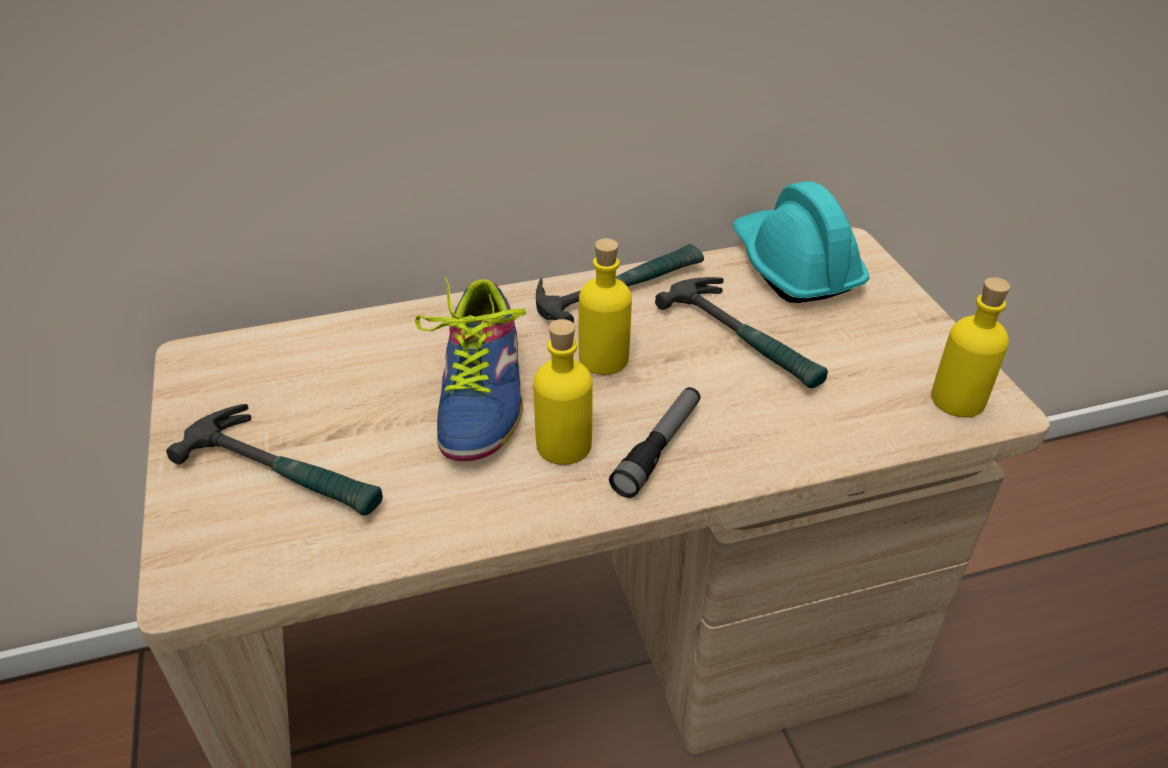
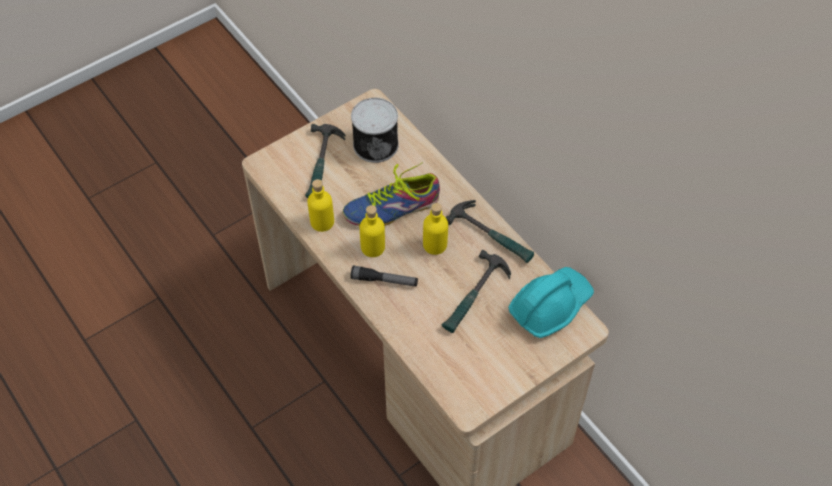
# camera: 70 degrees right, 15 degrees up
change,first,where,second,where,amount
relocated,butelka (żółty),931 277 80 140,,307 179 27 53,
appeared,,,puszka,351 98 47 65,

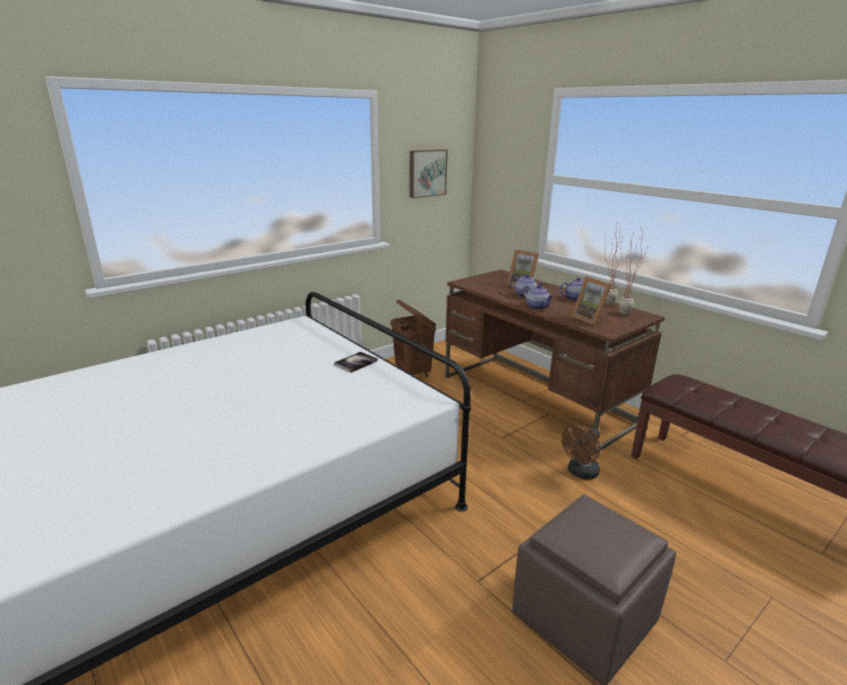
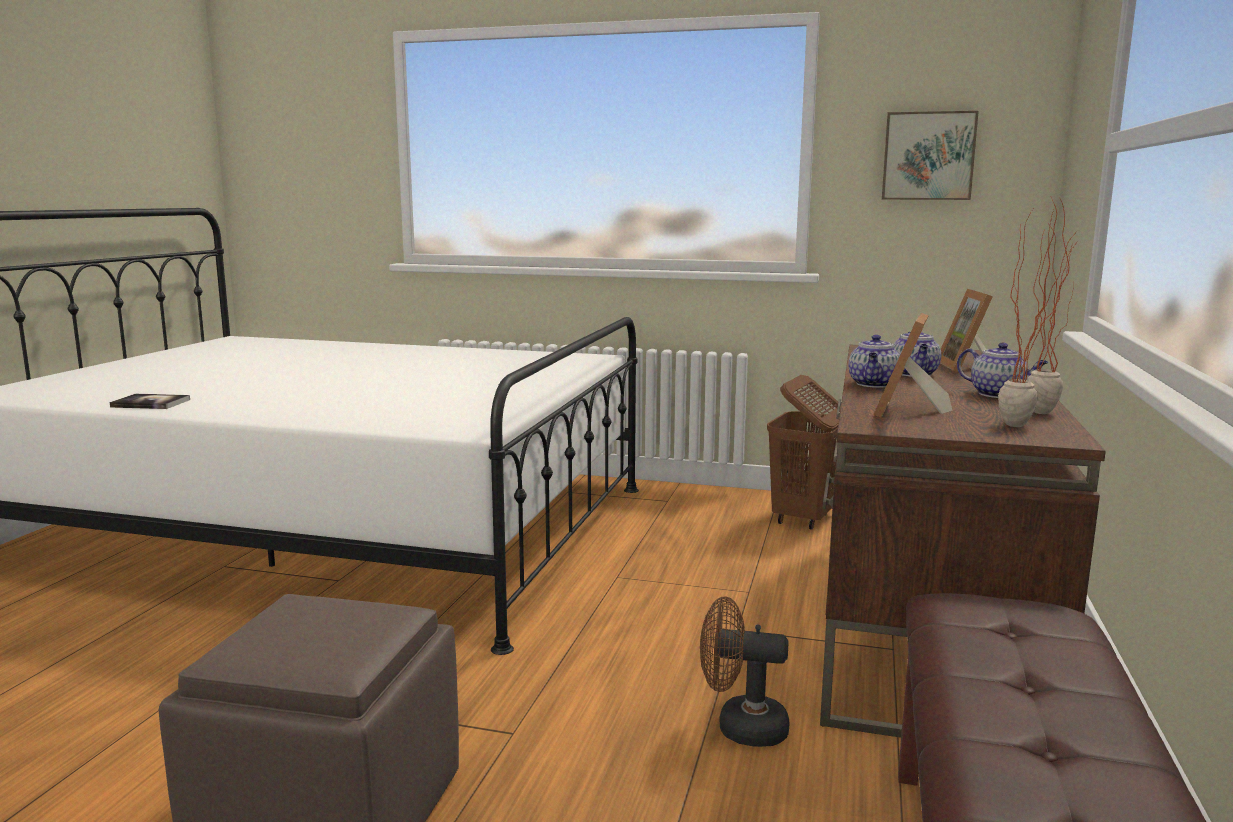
# camera: 55 degrees right, 10 degrees down
change,first,where,second,where,amount
relocated,książka,334 352 44 21,,110 394 80 15,

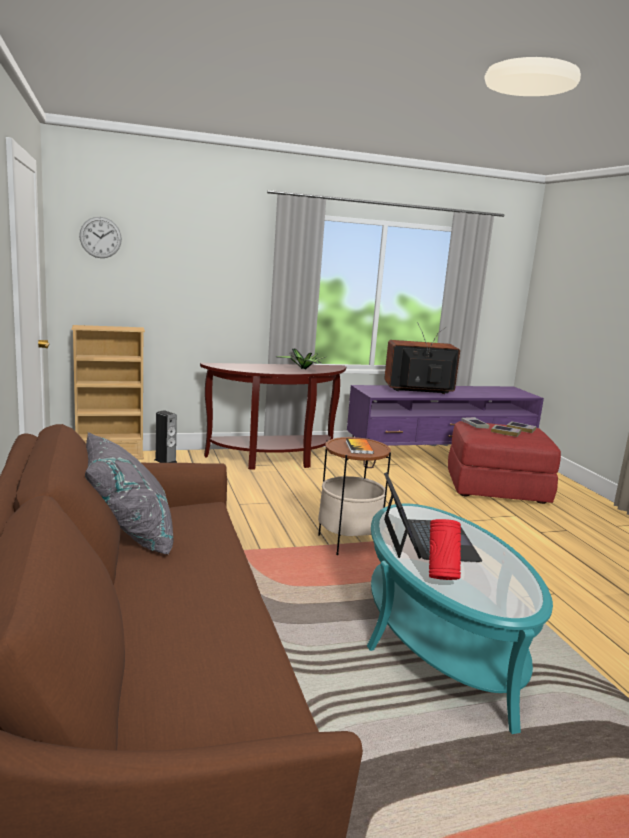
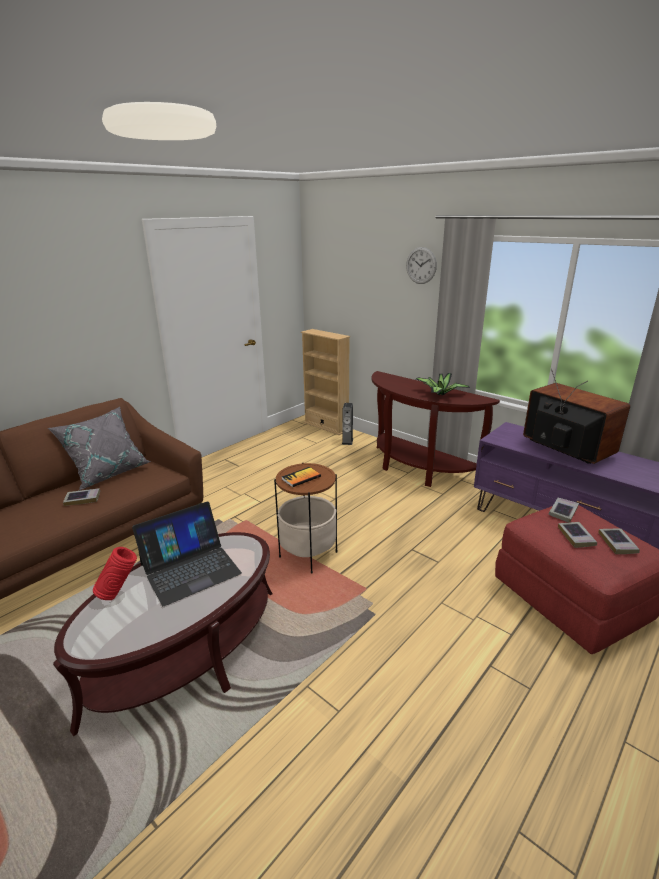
# camera: 60 degrees right, 10 degrees up
change,first,where,second,where,amount
relocated,zegar ścienny,79 217 43 41,,406 247 31 37,
colour,ława (turkusowy),367 503 186 231,ława (brązowy),53 532 220 204,
appeared,,,książka,63 488 37 18,

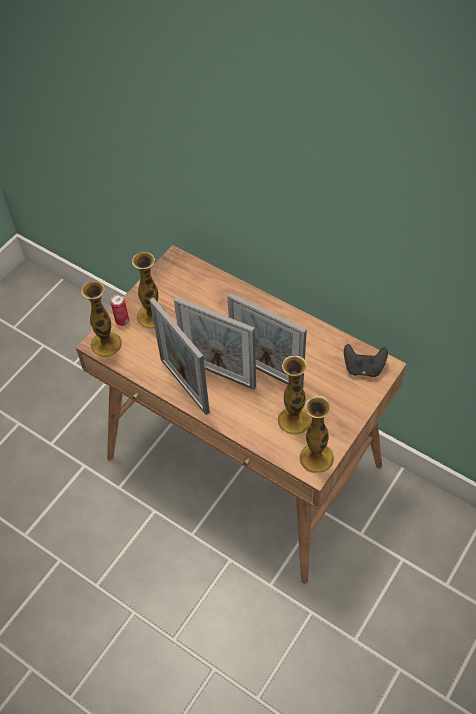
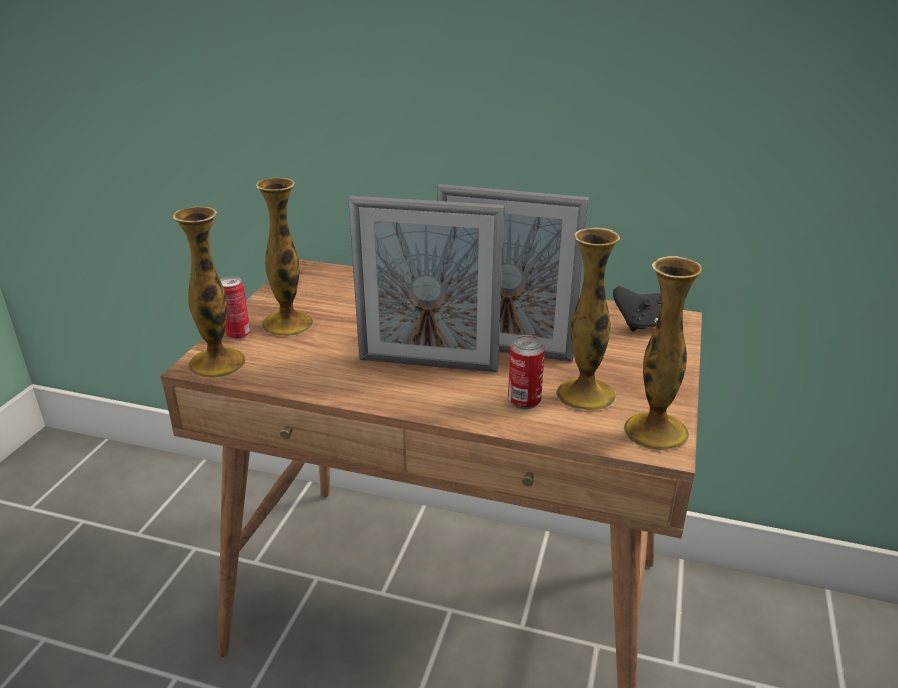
# camera: 20 degrees left, 25 degrees down
change,first,where,second,where,amount
missing,ramka na zdjęcie,150 298 60 117,,,
appeared,,,puszka,508 335 37 74,

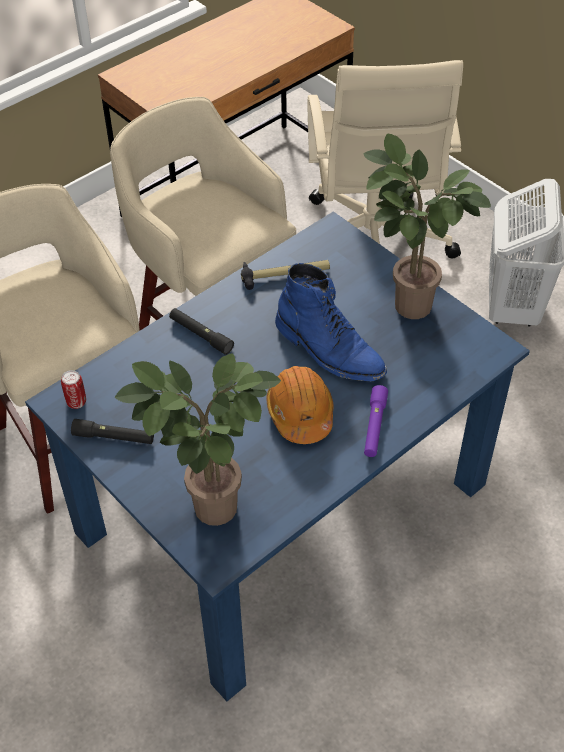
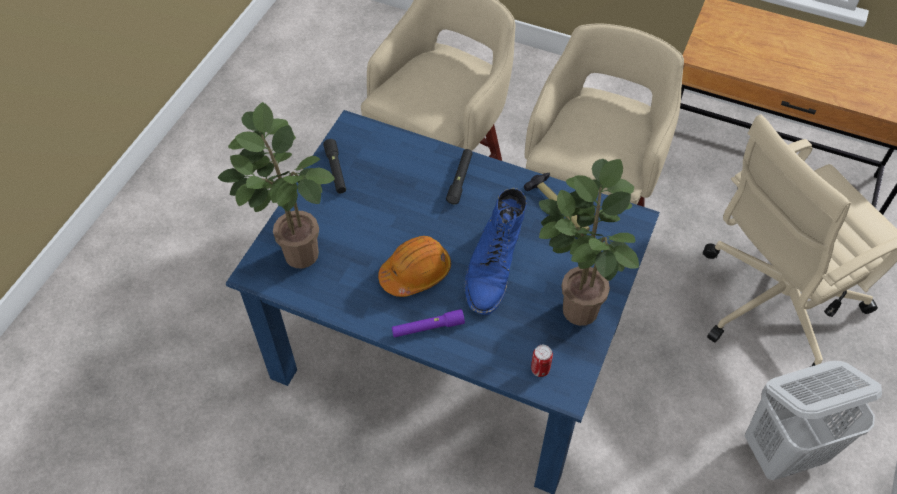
# camera: 65 degrees right, 5 degrees up
change,first,where,second,where,amount
relocated,puszka,61 370 25 39,,531 345 22 32,

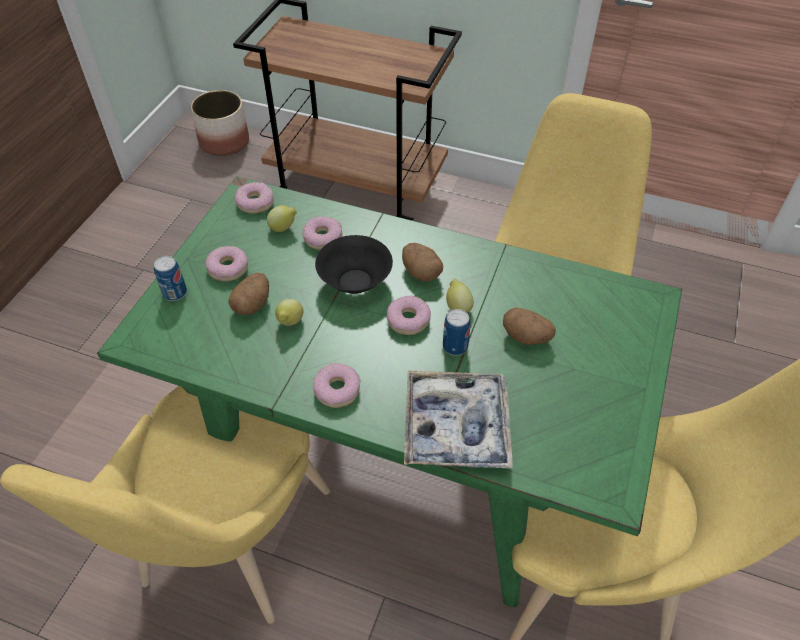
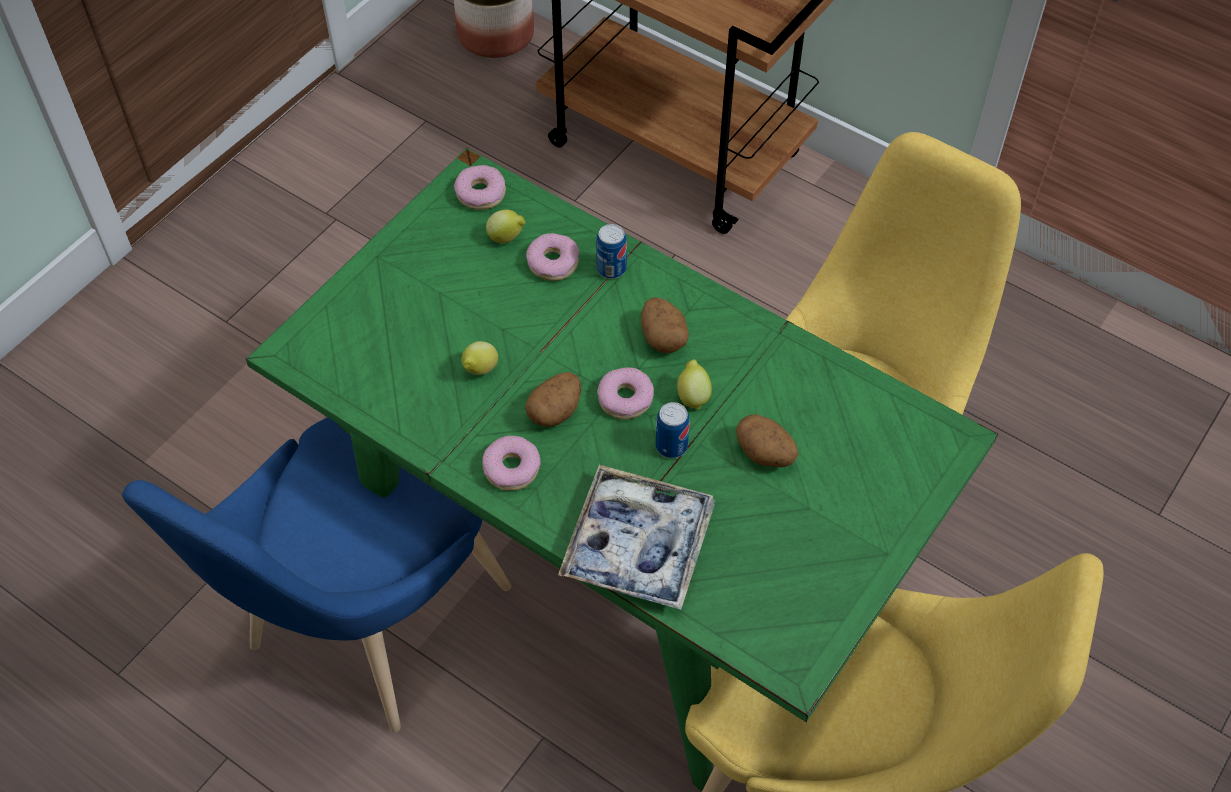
# camera: 15 degrees right, 5 degrees up
change,first,where,second,where,amount
colour,krzesło (żółty),0 386 330 238,krzesło (niebieski),122 417 389 315,
relocated,puszka,154 256 33 45,,596 224 31 55,
missing,donut,205 246 43 35,,,
relocated,ziemniak,228 272 41 43,,525 372 56 55,
missing,miska (czarny),315 235 78 59,,,

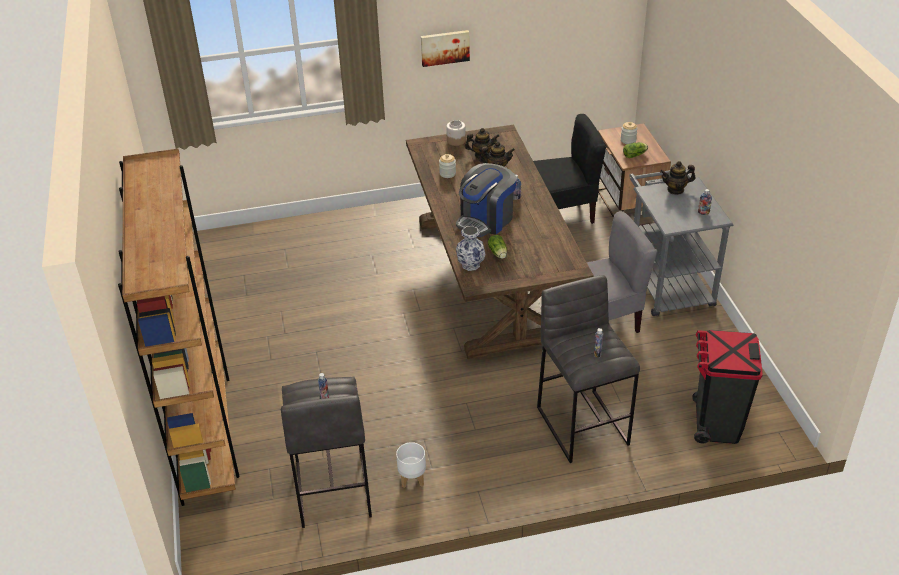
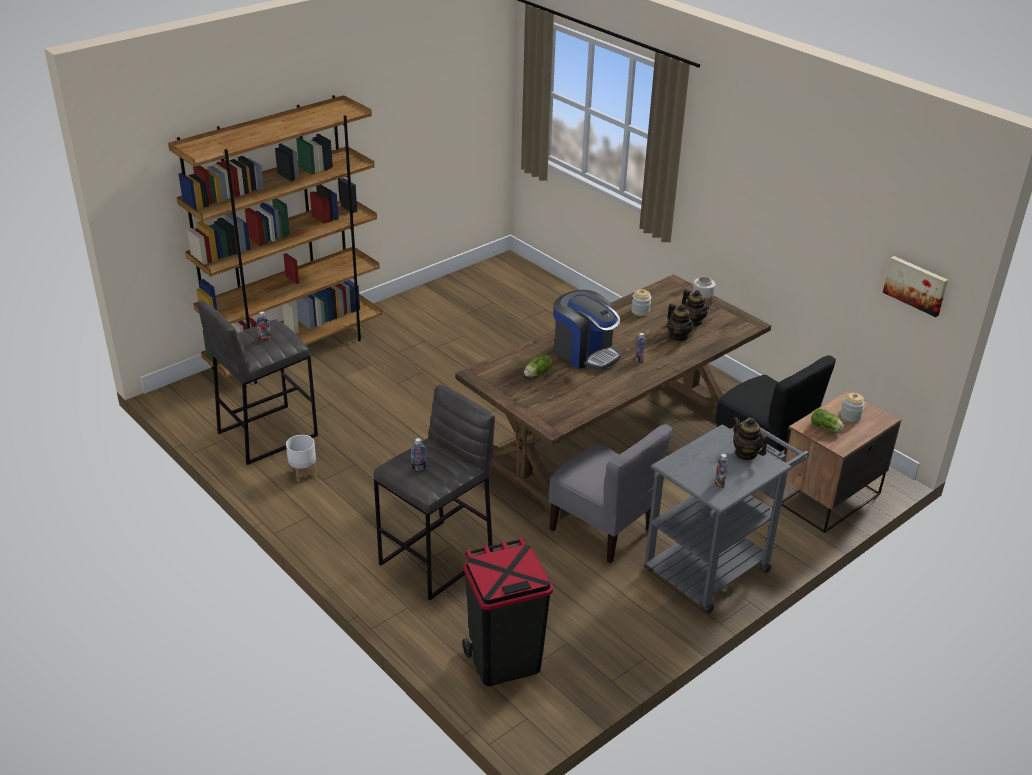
# camera: 60 degrees right, 5 degrees down
change,first,where,second,where,amount
relocated,obraz,421 30 49 37,,883 256 65 61,
spun,ekspres do kawy,456 163 61 74,,553 290 68 80,150 degrees counterclockwise
missing,wazon,456 226 29 45,,,

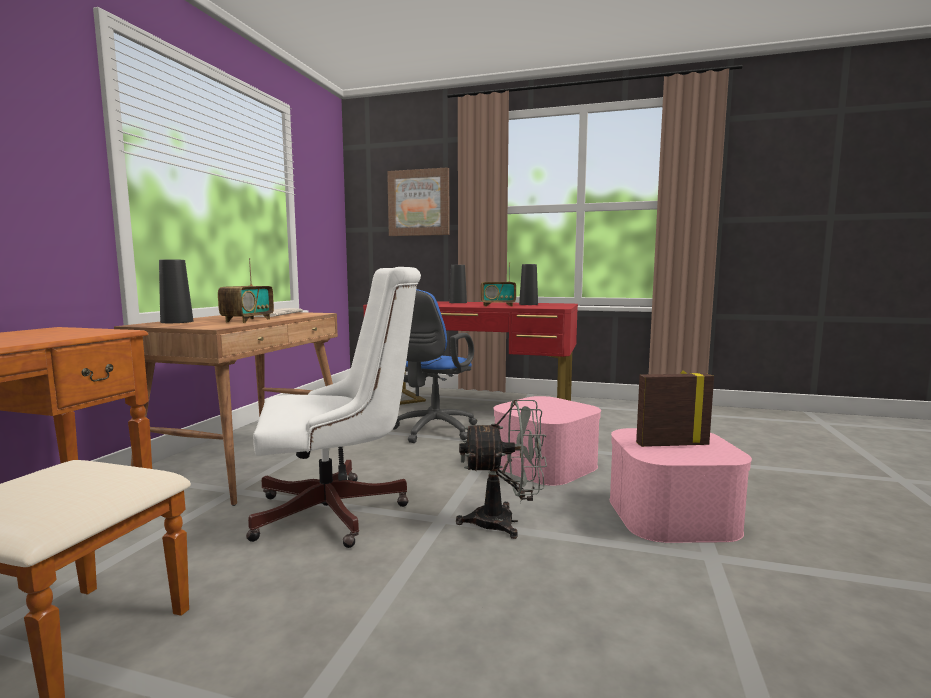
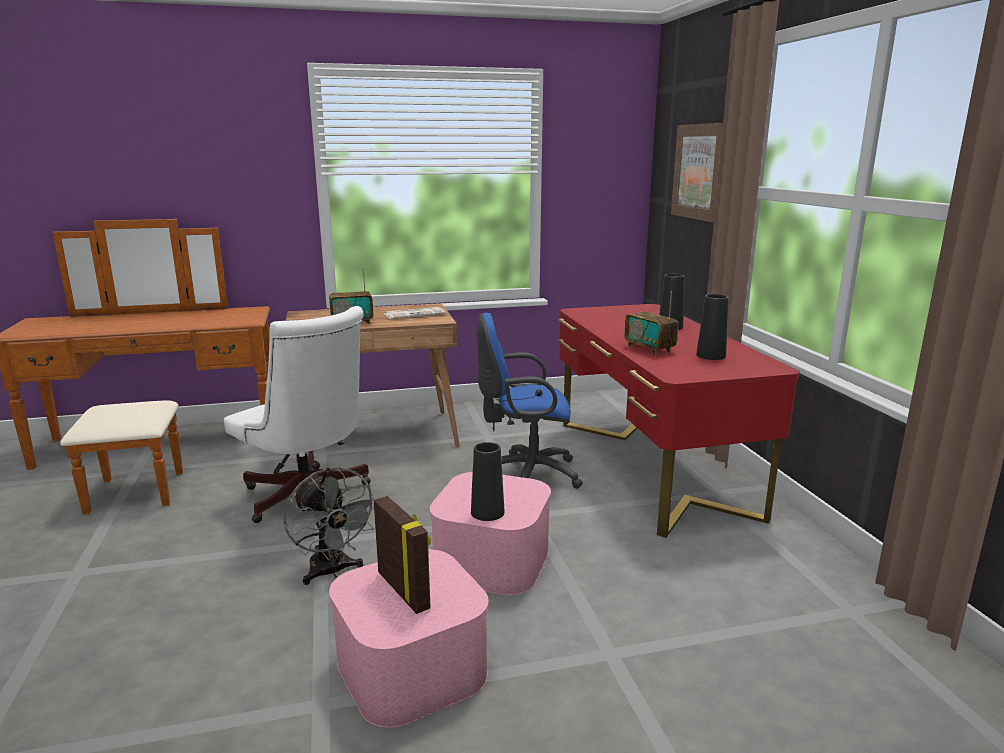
# camera: 60 degrees right, 10 degrees up
change,first,where,second,where,amount
relocated,wazon (czarny),159 259 34 64,,471 442 34 79,

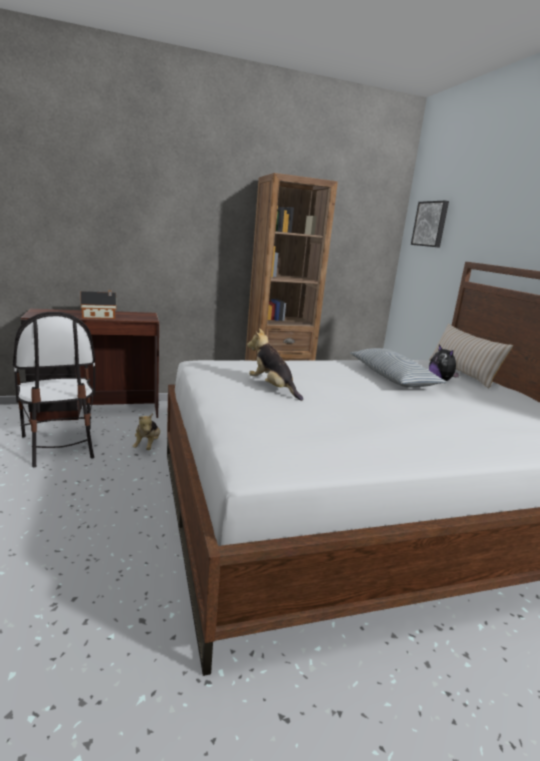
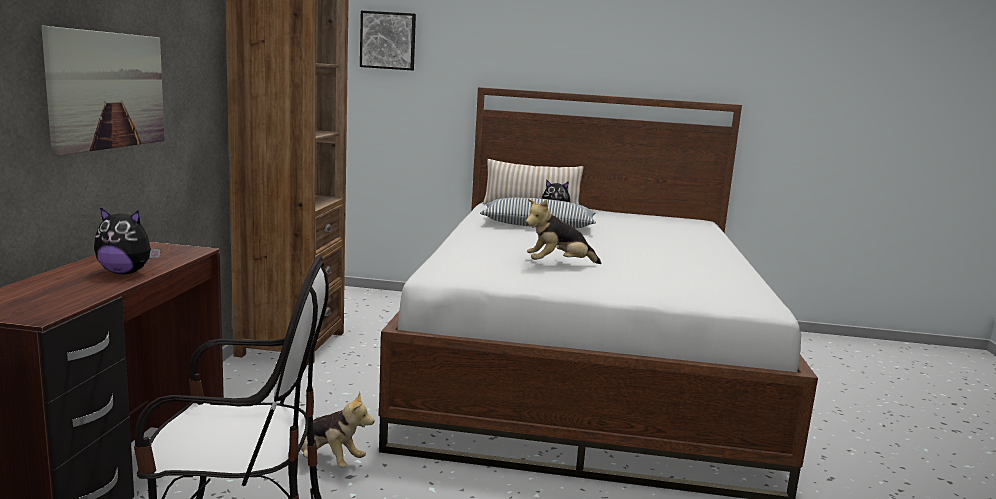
# camera: 65 degrees left, 5 degrees down
change,first,where,second,where,amount
exchanged,domek,81 290 36 29,pluszak,94 207 67 67,
appeared,,,obraz,41 26 124 130,

